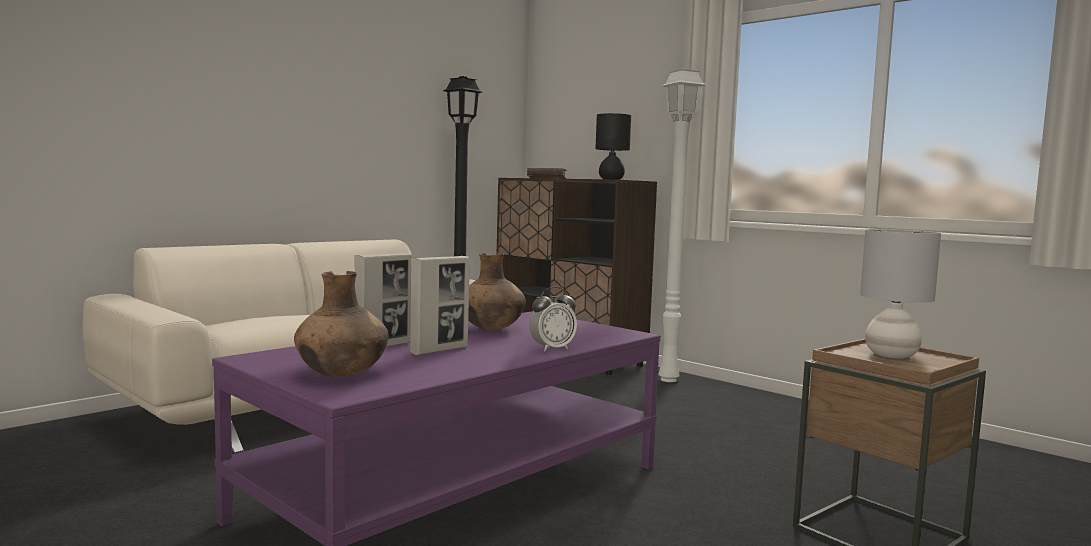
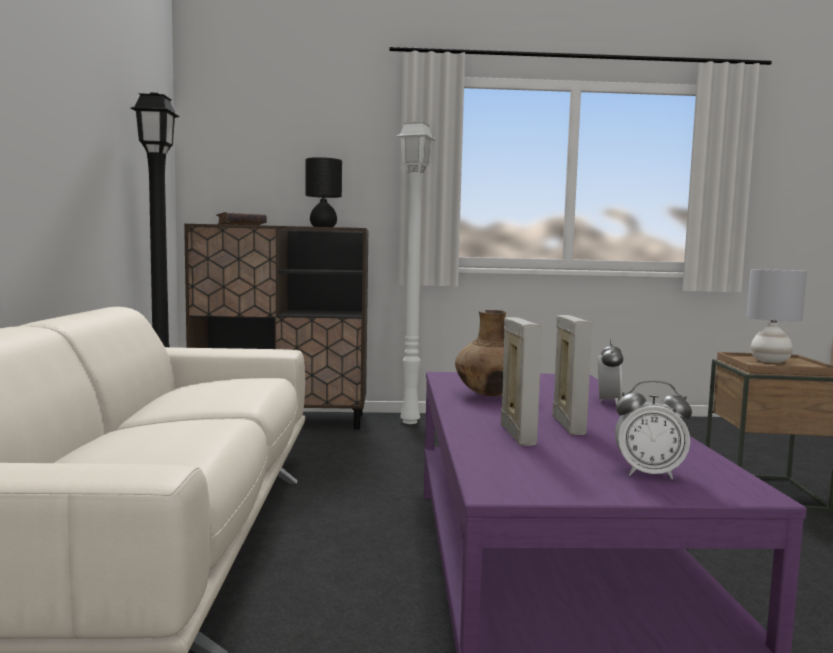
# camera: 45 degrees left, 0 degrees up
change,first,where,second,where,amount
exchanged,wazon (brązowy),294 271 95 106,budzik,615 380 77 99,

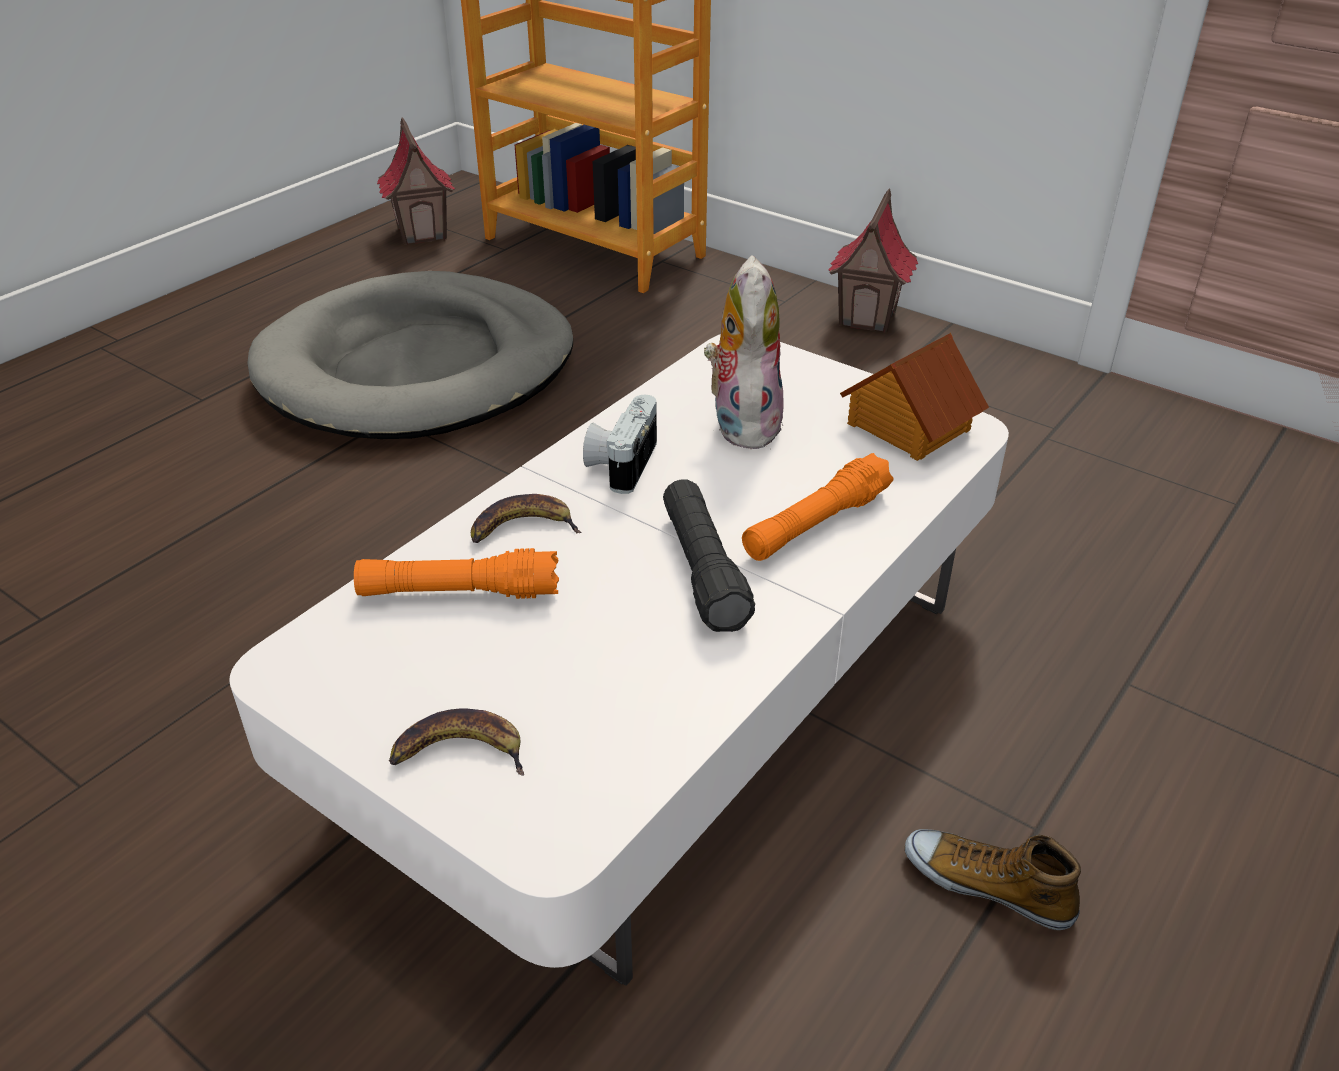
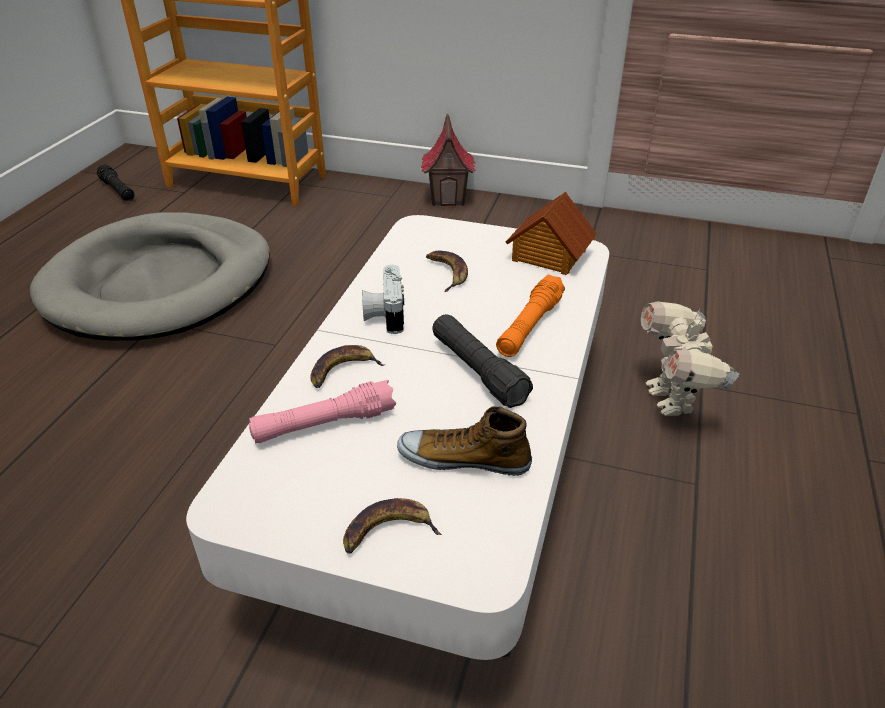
# camera: 20 degrees left, 0 degrees up
change,first,where,second,where,amount
colour,latarka (pomarańczowy),354 548 205 51,latarka (różowy),249 380 147 64,
exchanged,domek,377 117 78 128,latarka (czarny),97 164 37 37,
exchanged,pluszak,704 255 80 194,banan,426 251 42 41,
relocated,but,905 829 176 101,,397 407 135 69,
appeared,,,robot zabawkowy,641 301 98 115,

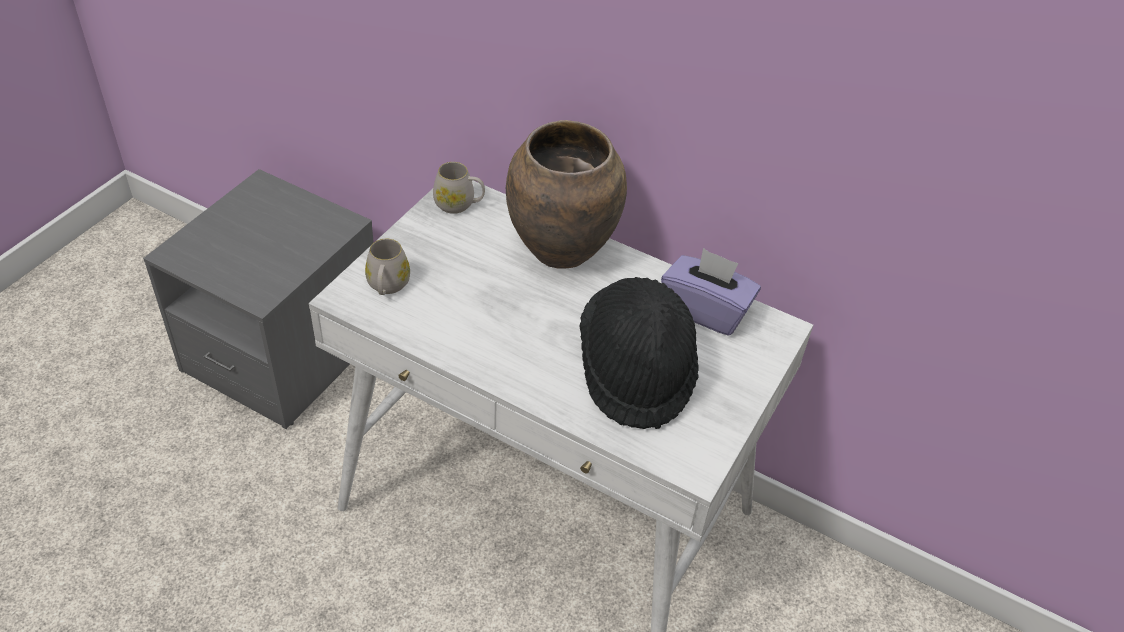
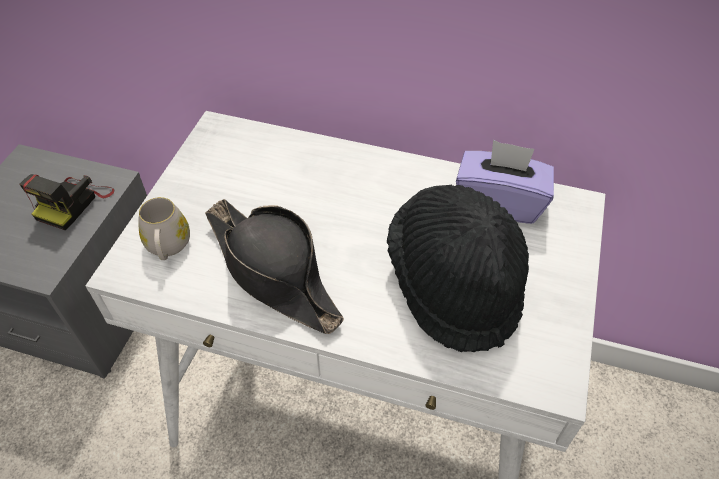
# camera: 10 degrees left, 5 degrees up
change,first,where,second,where,amount
missing,kubek (biały),433 162 52 52,,,
missing,wazon (brązowy),506 120 121 149,,,
appeared,,,aparat fotograficzny,19 174 95 57,
appeared,,,kapelusz (czarny),205 199 139 135,

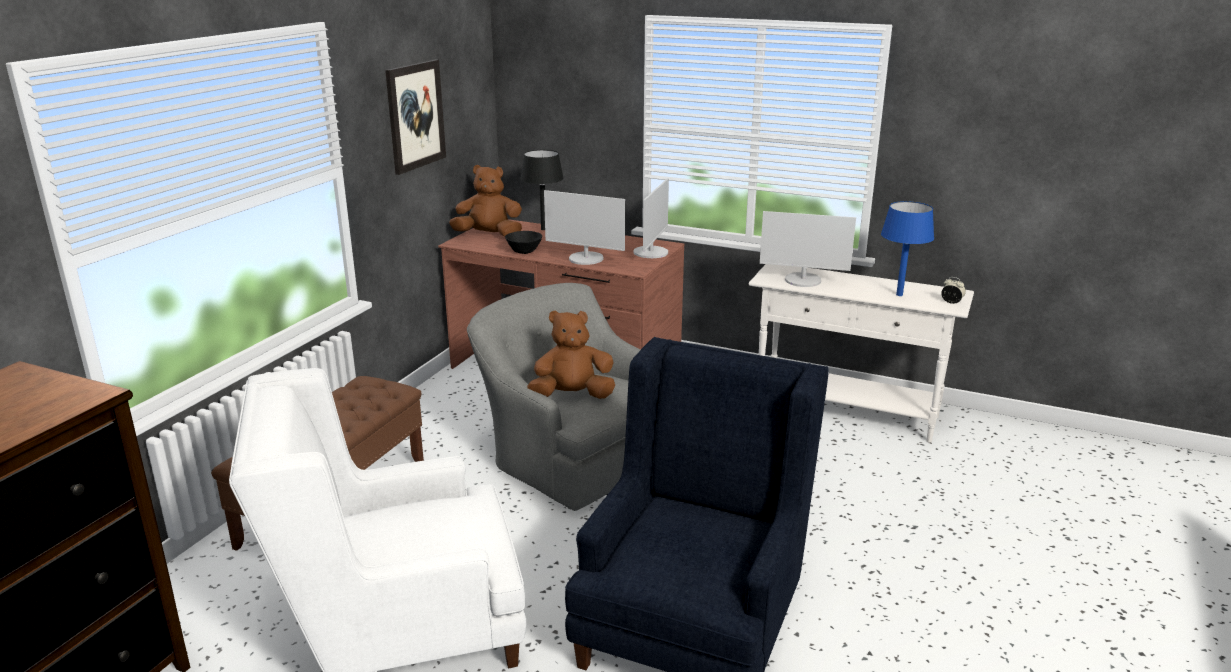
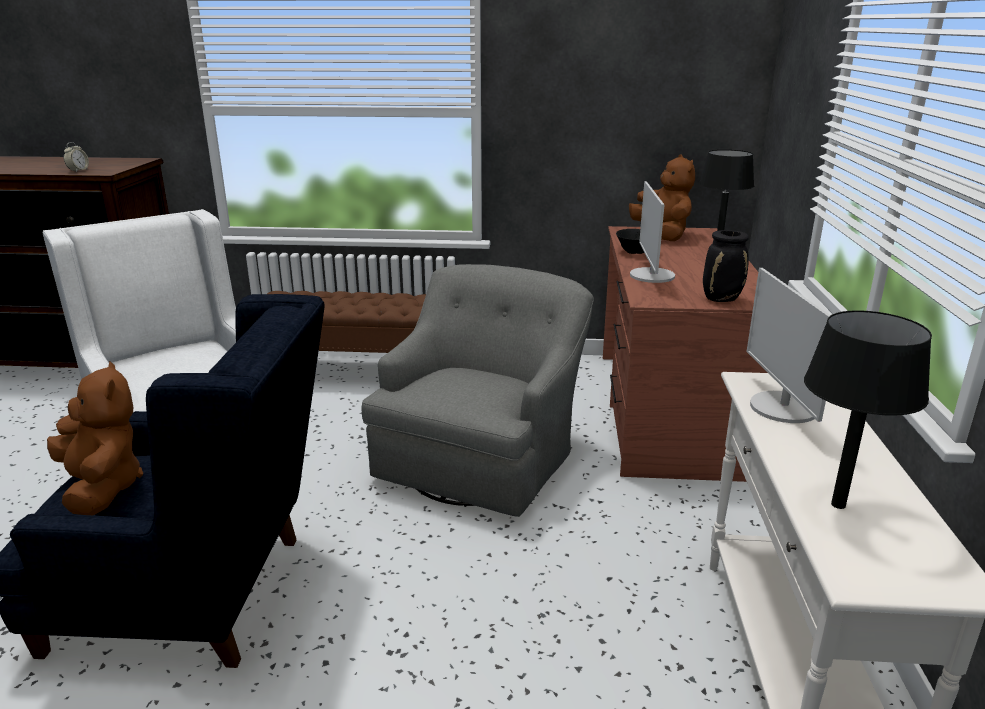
# camera: 70 degrees right, 0 degrees up
change,first,where,second,where,amount
missing,obraz,385 59 61 116,,,
relocated,pluszak (brązowy),527 310 88 89,,47 361 96 154,
exchanged,monitor,634 178 35 80,wazon (czarny),703 230 46 72,
colour,lampa stołowa (niebieski),881 201 53 95,lampa stołowa (czarny),804 310 128 199,
relocated,budzik,941 277 25 27,,64 142 25 30,

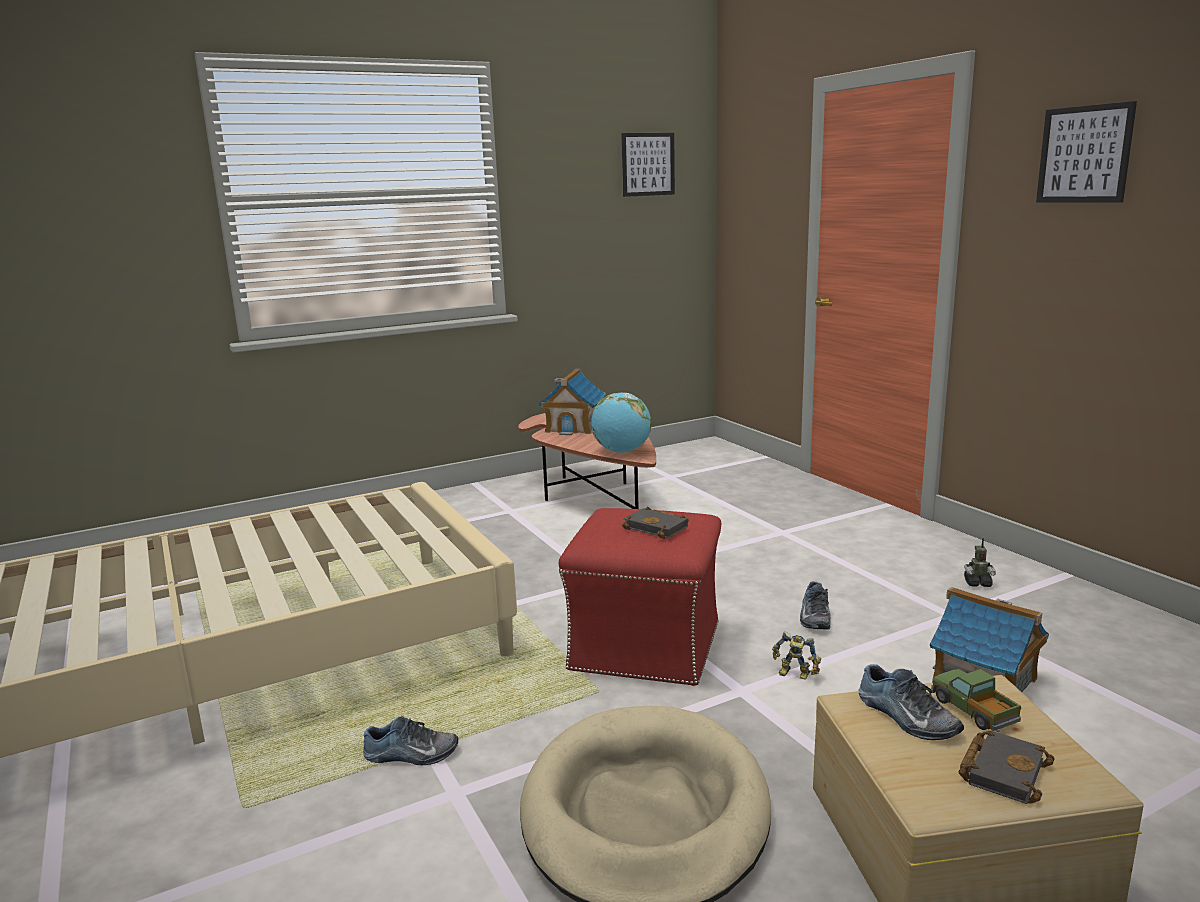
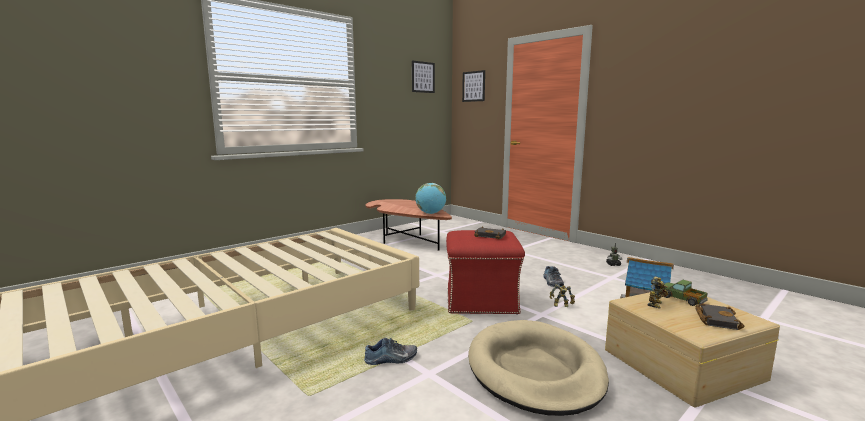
# camera: 15 degrees left, 5 degrees down
change,first,where,second,where,amount
missing,domek,538 368 68 67,,,
exchanged,but,858 664 106 76,robot zabawkowy,647 276 21 33,
relocated,obraz,1036 101 101 102,,462 70 23 32,

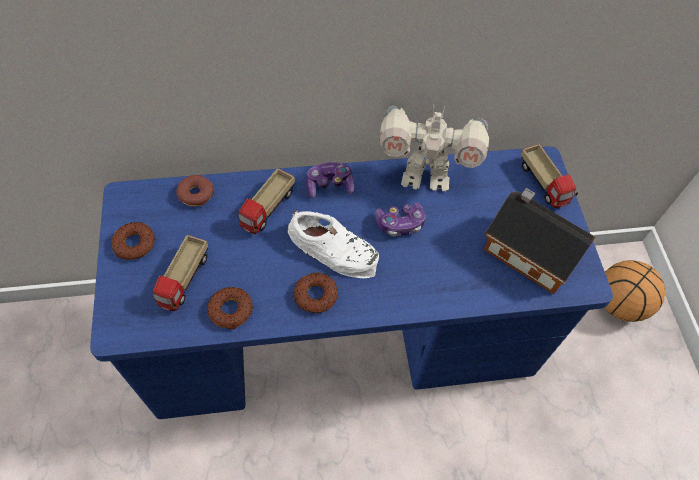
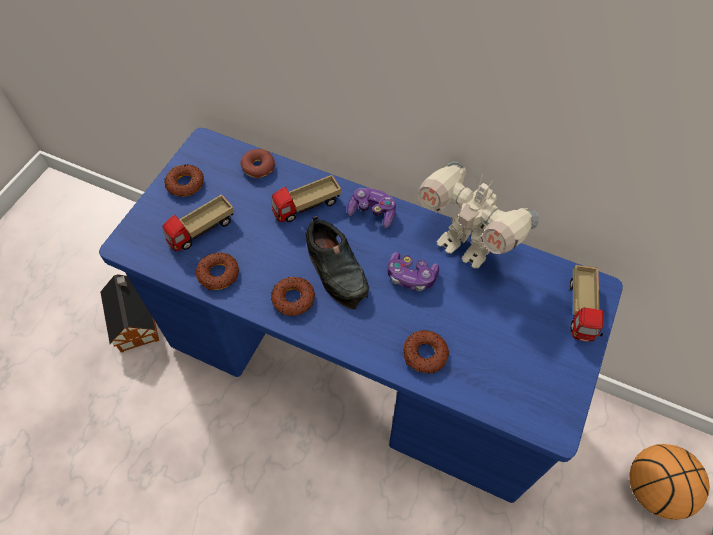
# camera: 35 degrees right, 0 degrees up
change,first,where,second,where,amount
colour,but (biały),287 210 92 68,but (czarny),305 216 64 94,
relocated,domek,484 188 111 106,,100 274 59 79,
appeared,,,donut,403 330 46 44,

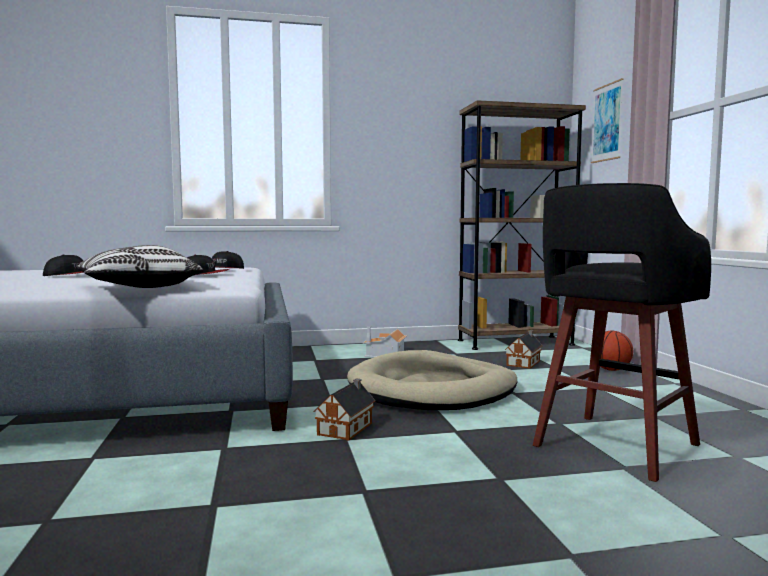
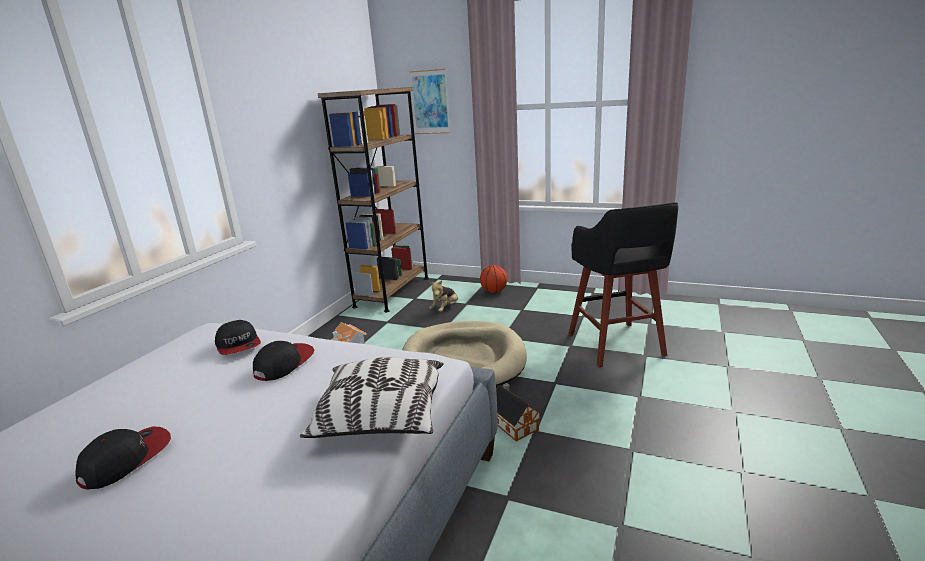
# camera: 55 degrees left, 15 degrees up
change,first,where,second,where,amount
exchanged,domek,505 330 38 39,pluszak,429 280 29 32,

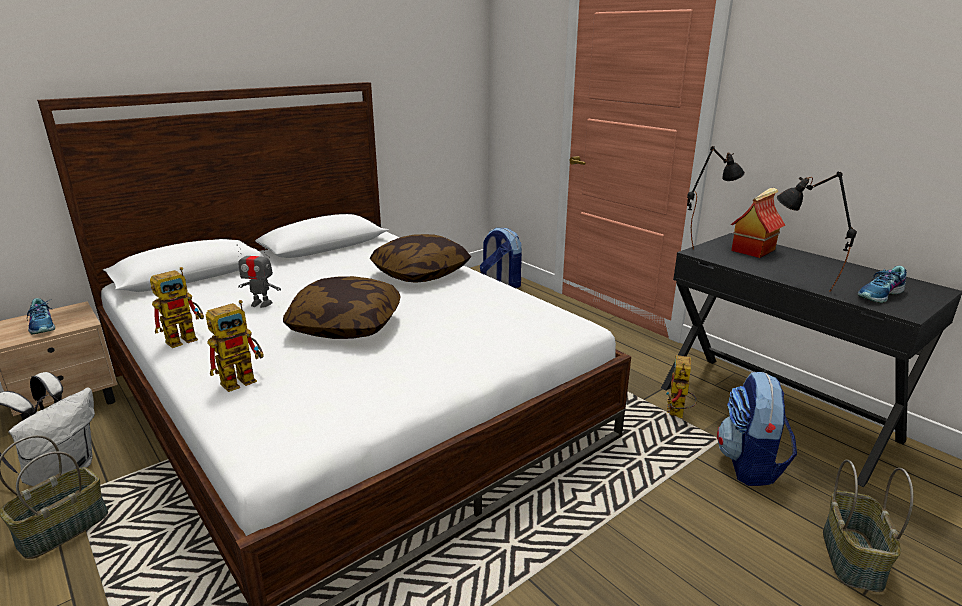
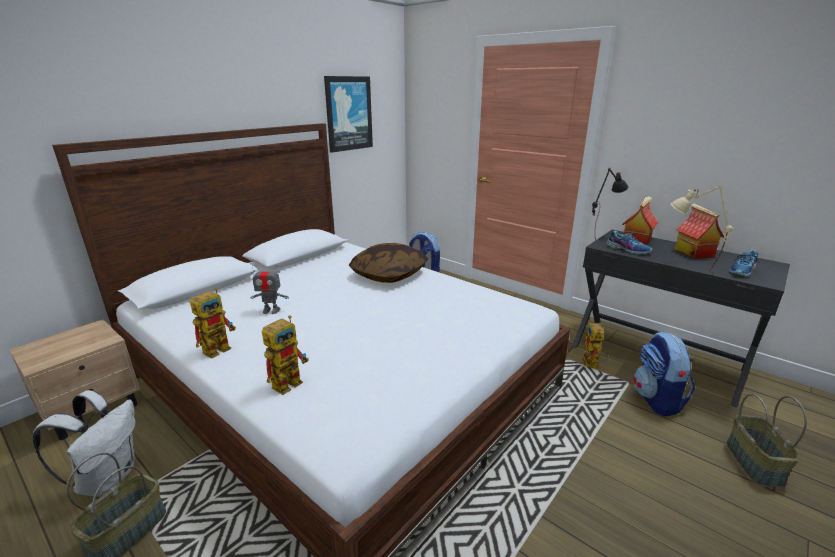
# camera: 10 degrees left, 0 degrees up
change,first,where,second,where,amount
relocated,but,27 298 28 36,,606 231 46 24,
missing,poduszka,283 276 118 63,,,
colour,lampa stołowa (czarny),777 171 80 121,lampa stołowa (beżowy),671 185 62 85,
appeared,,,obraz,324 76 49 77,
appeared,,,domek,675 203 49 56,

